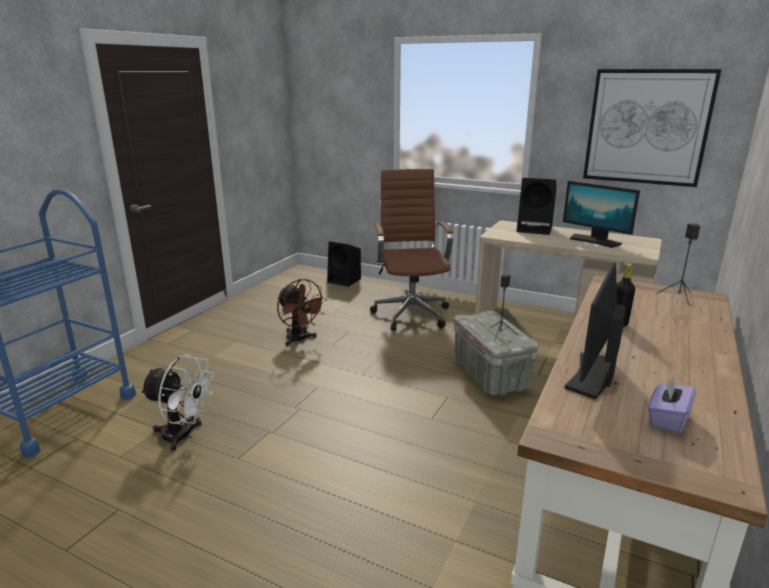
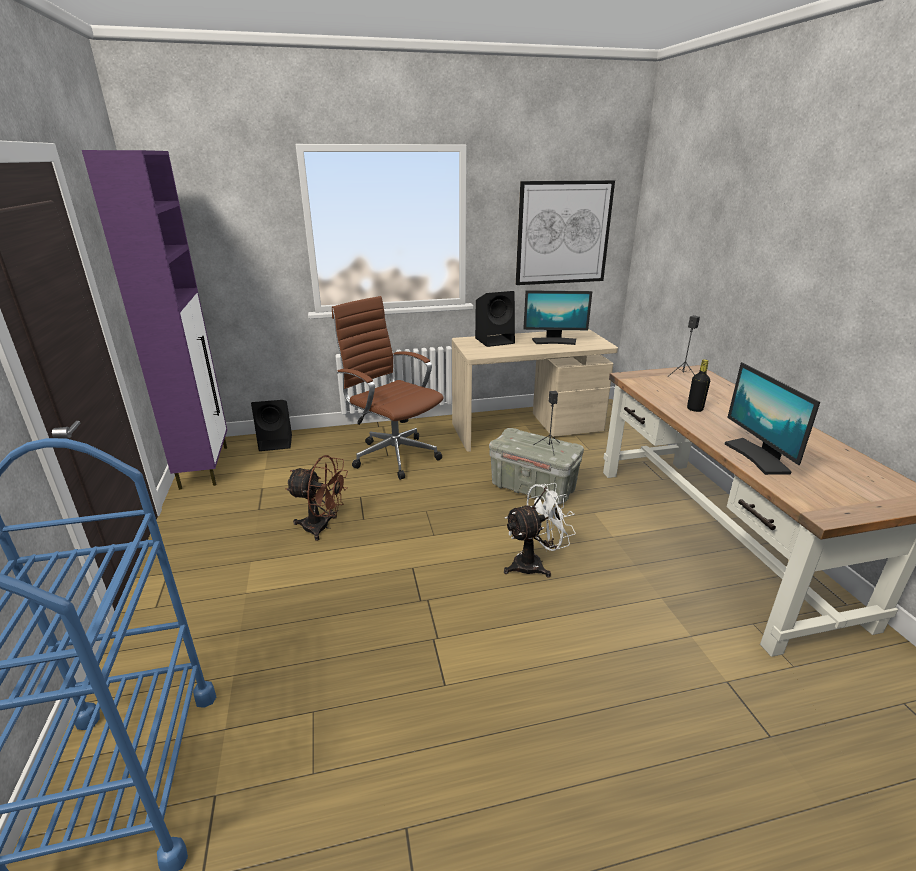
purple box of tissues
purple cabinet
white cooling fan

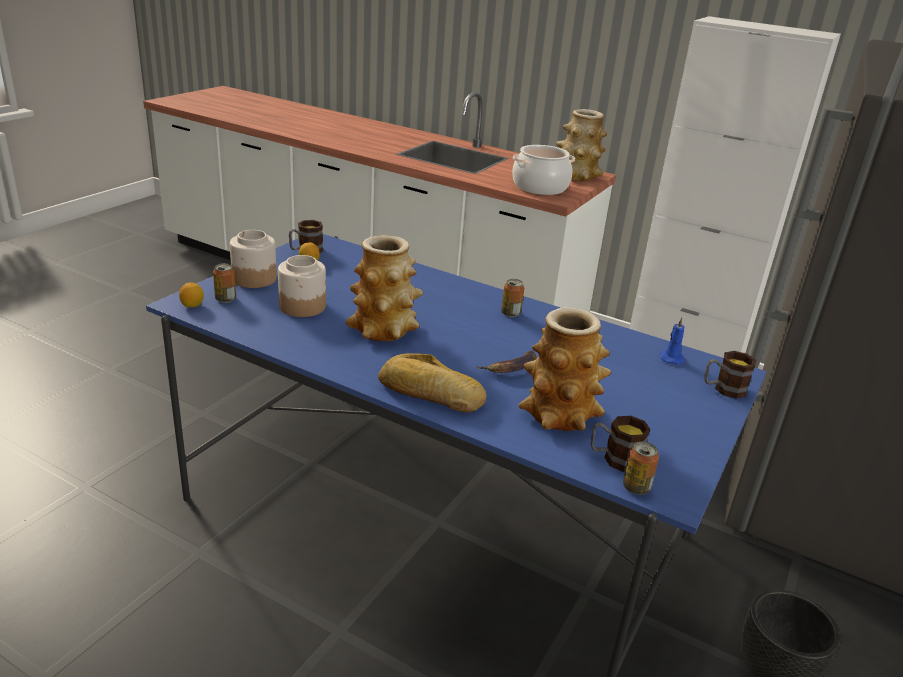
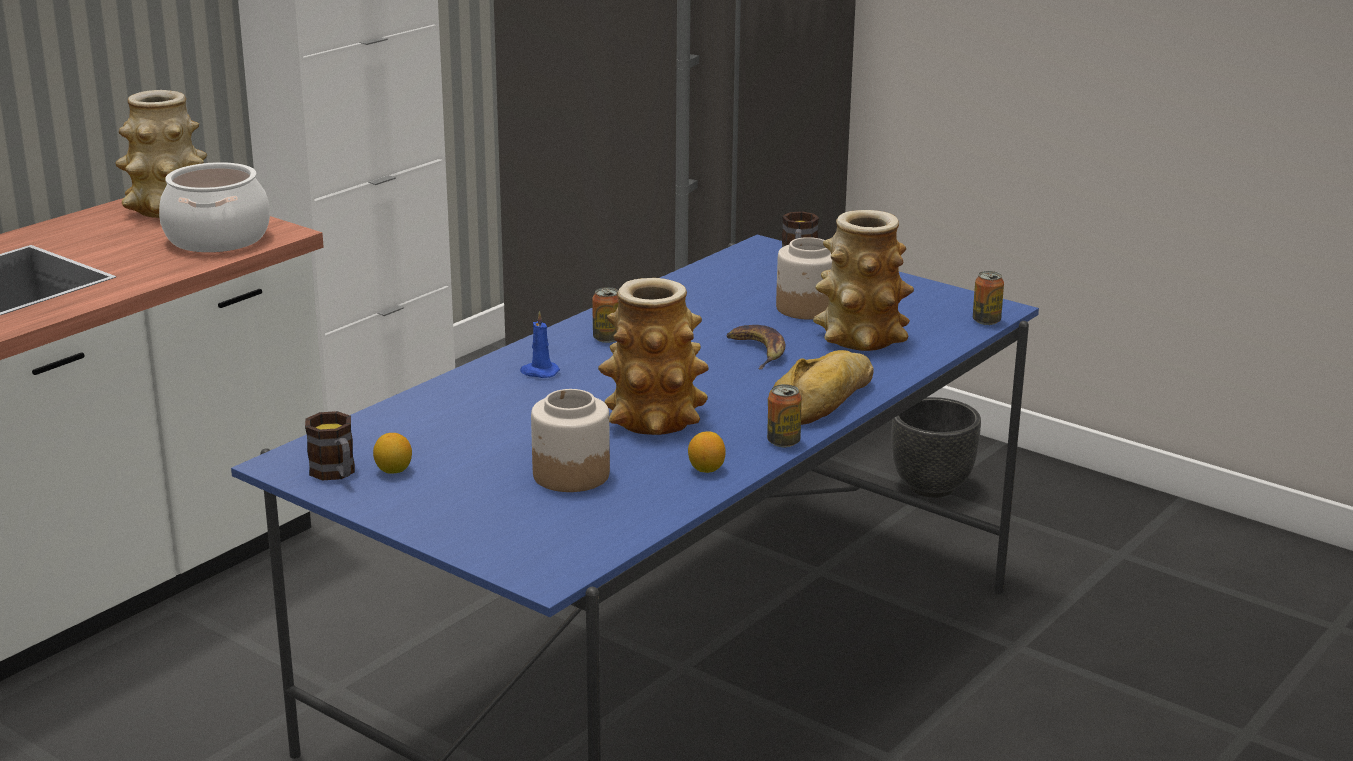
coffee mug (no. 2 from left in the first image)
citrus fruit (no. 2 from left)
metal can (no. 2 from left)
storage jar (no. 2 from left)
blue candle

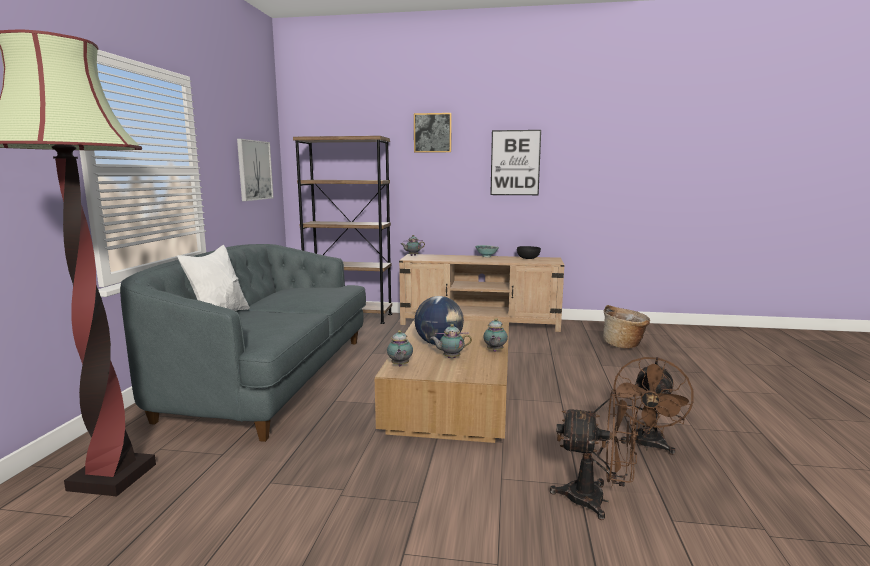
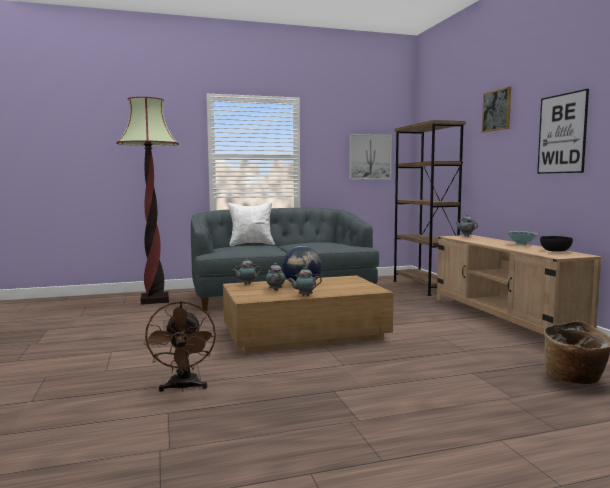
brownish cooling fan (no. 2 from left in the first image)

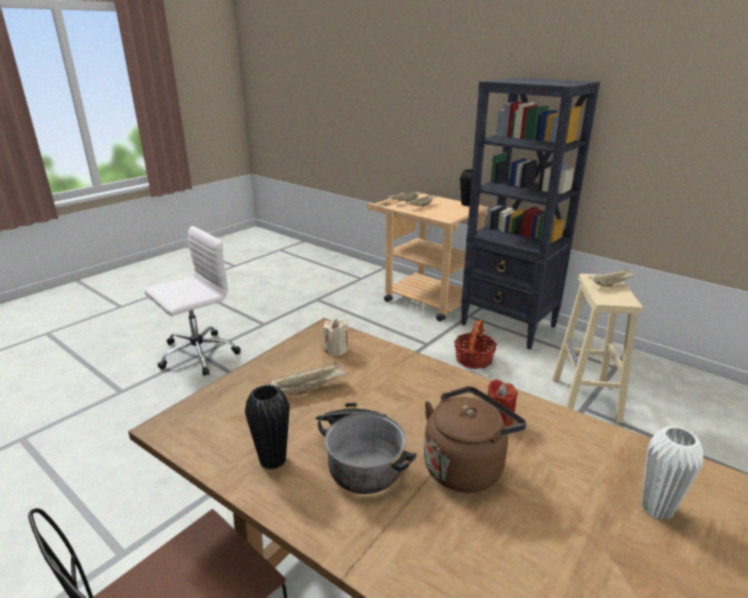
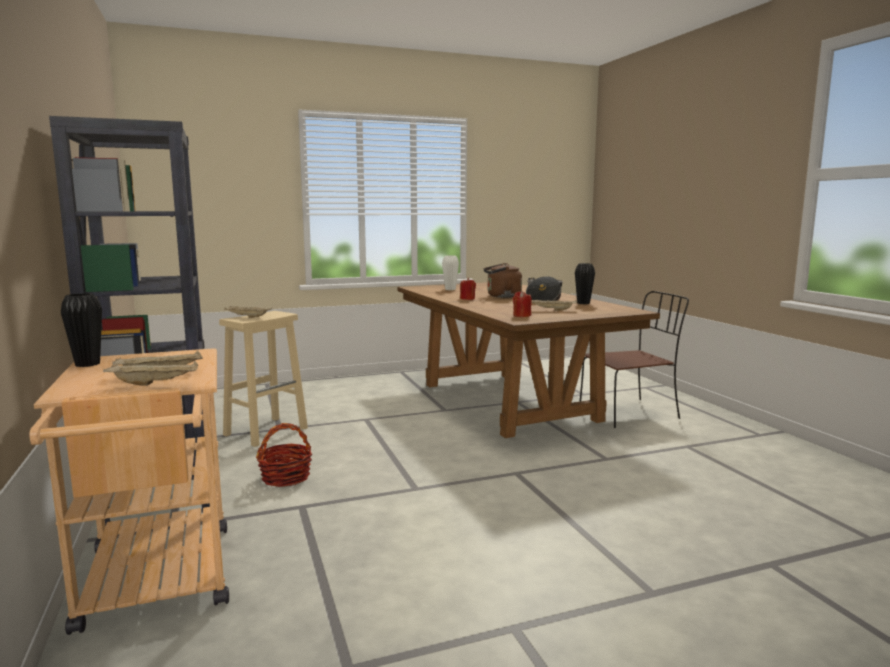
white office chair
red candle (no. 2 from left)

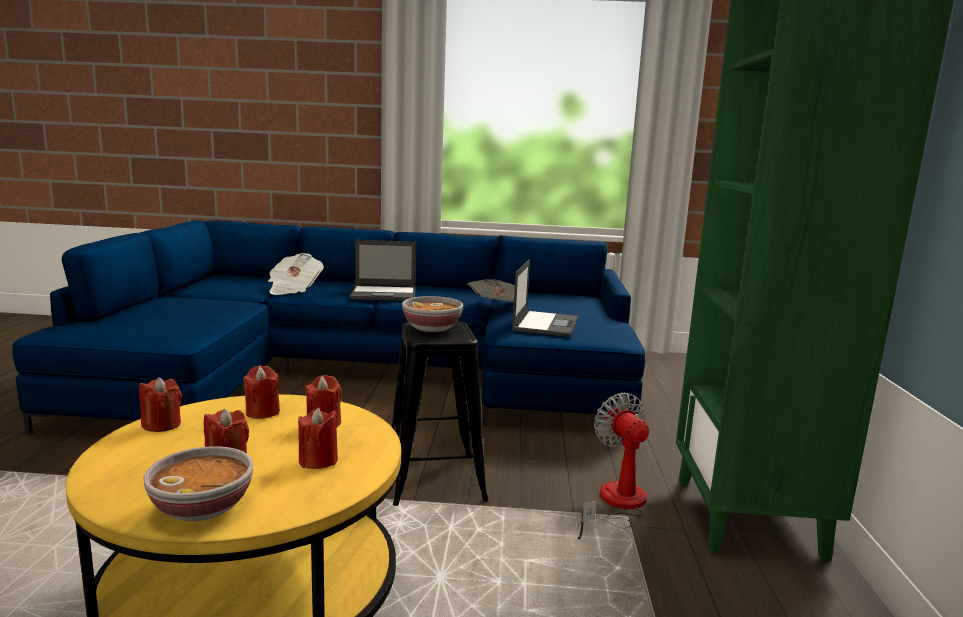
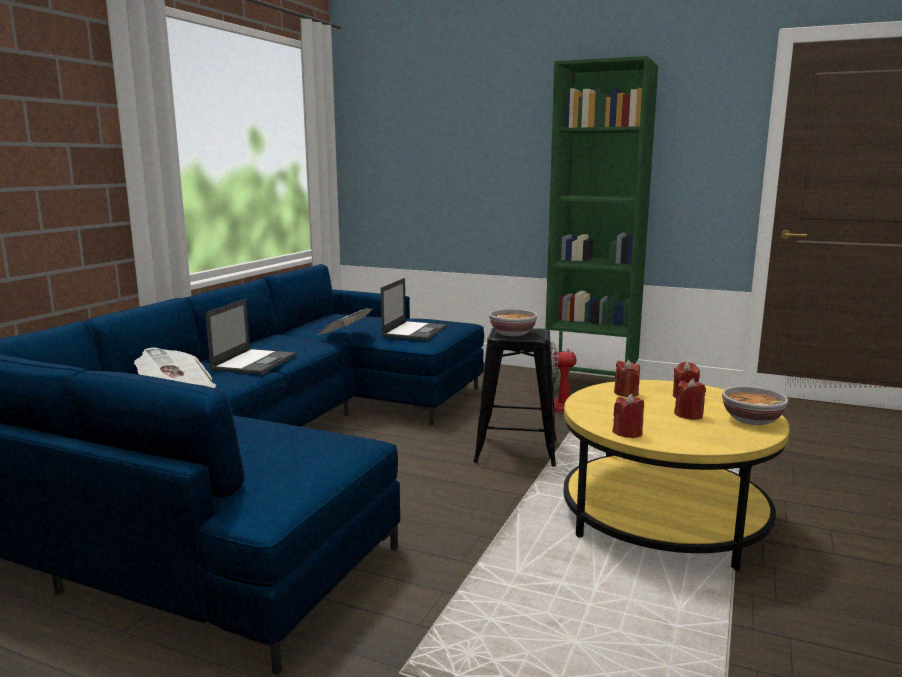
red candle (no. 3 from left in the first image)
notebook computer (no. 2 from left)

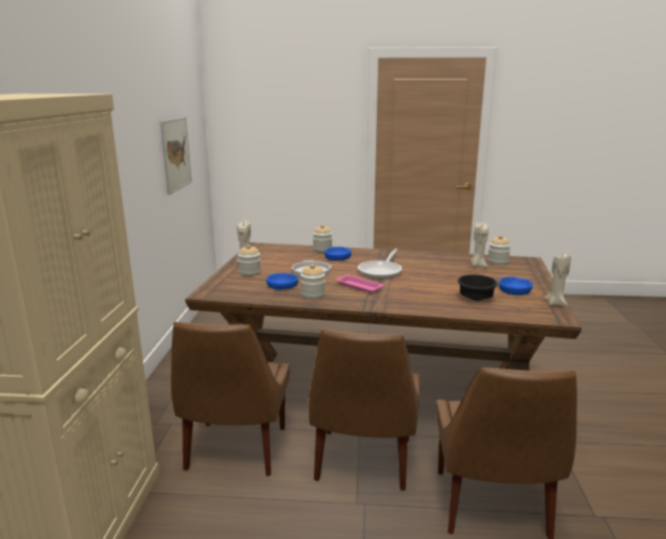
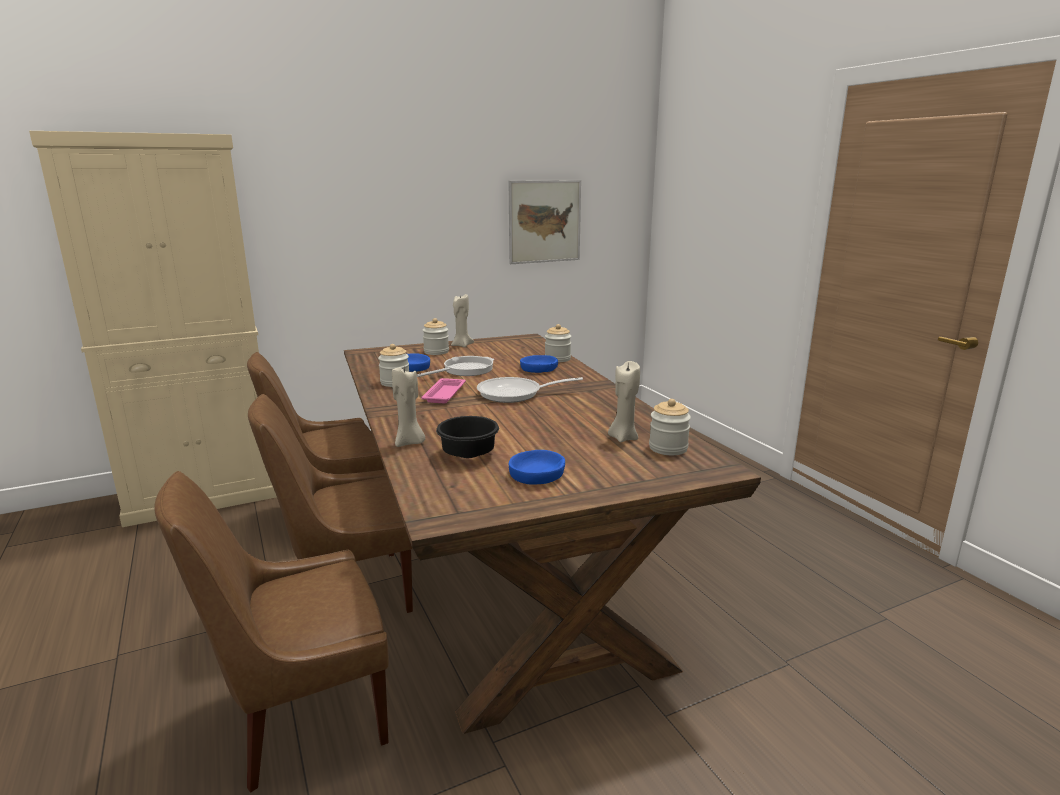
beige-coloured candle (no. 1 from left)

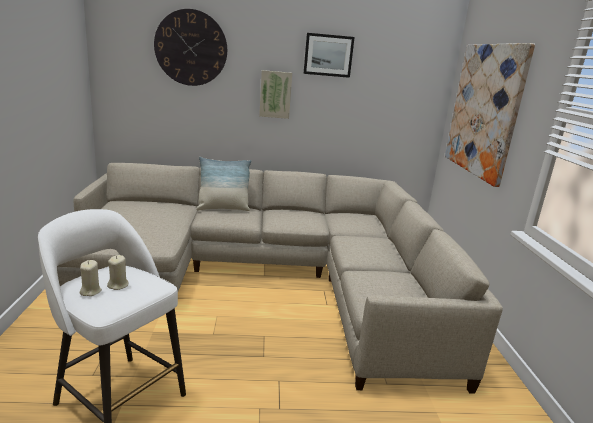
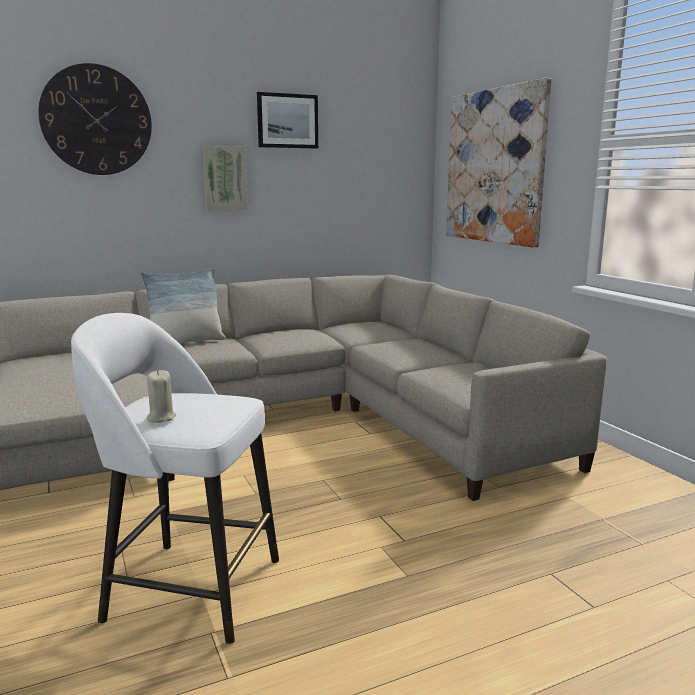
beige-coloured candle (no. 2 from left in the first image)

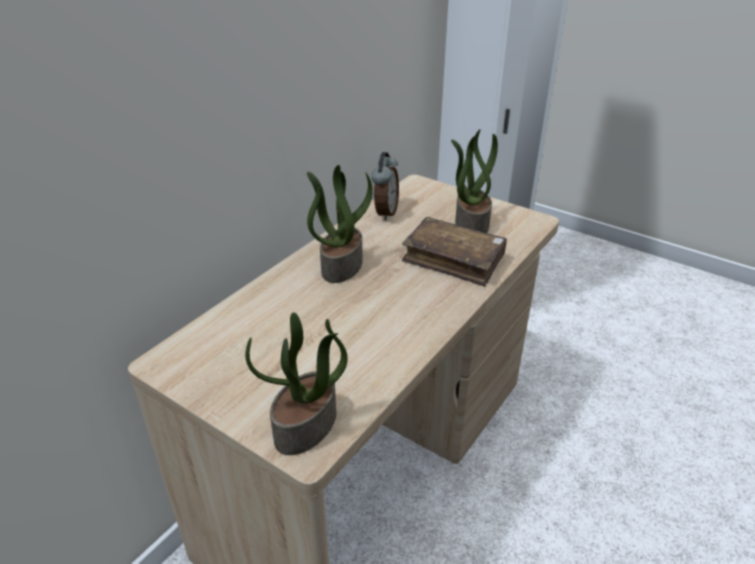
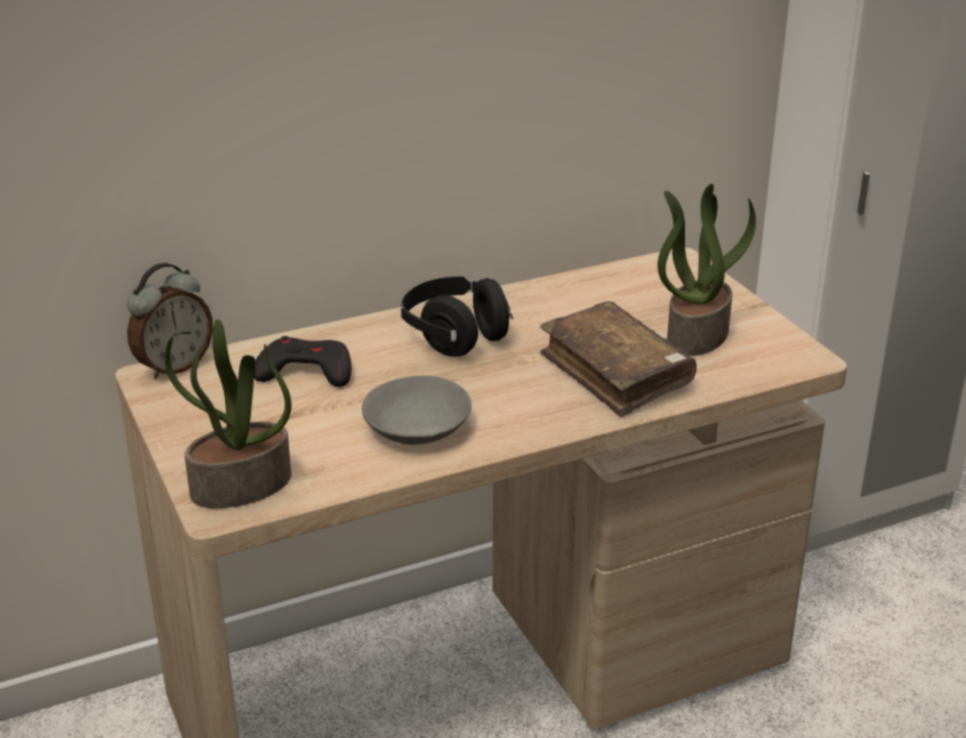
blackish gamepad
greyish bowl
table clock
blackish headset

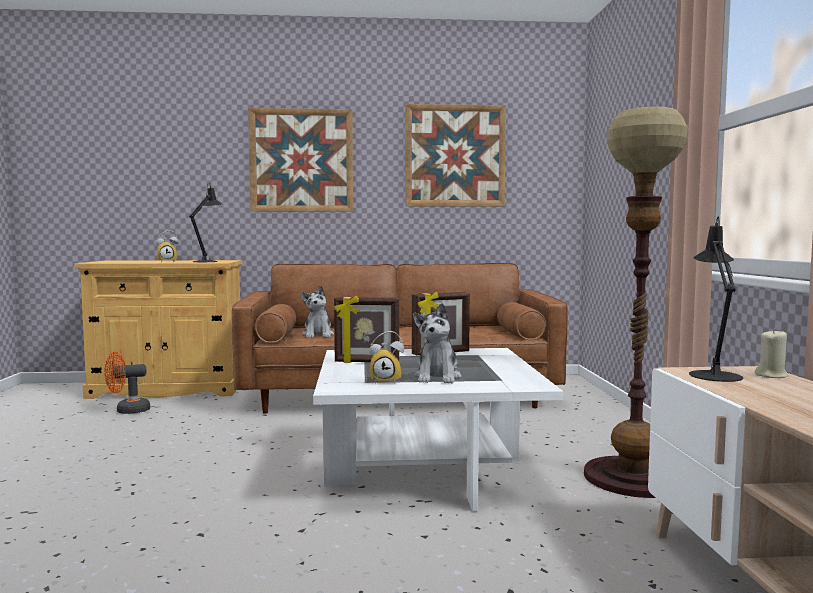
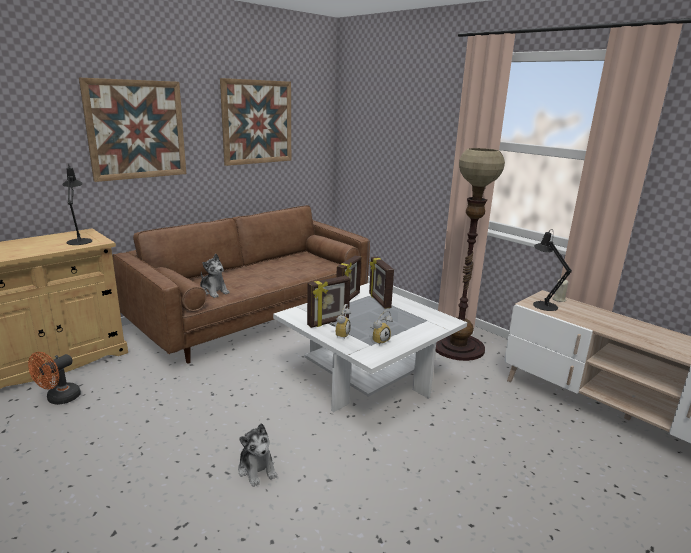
standing frame (no. 3 from left)
table clock (no. 1 from left)
plush toy (no. 2 from left)

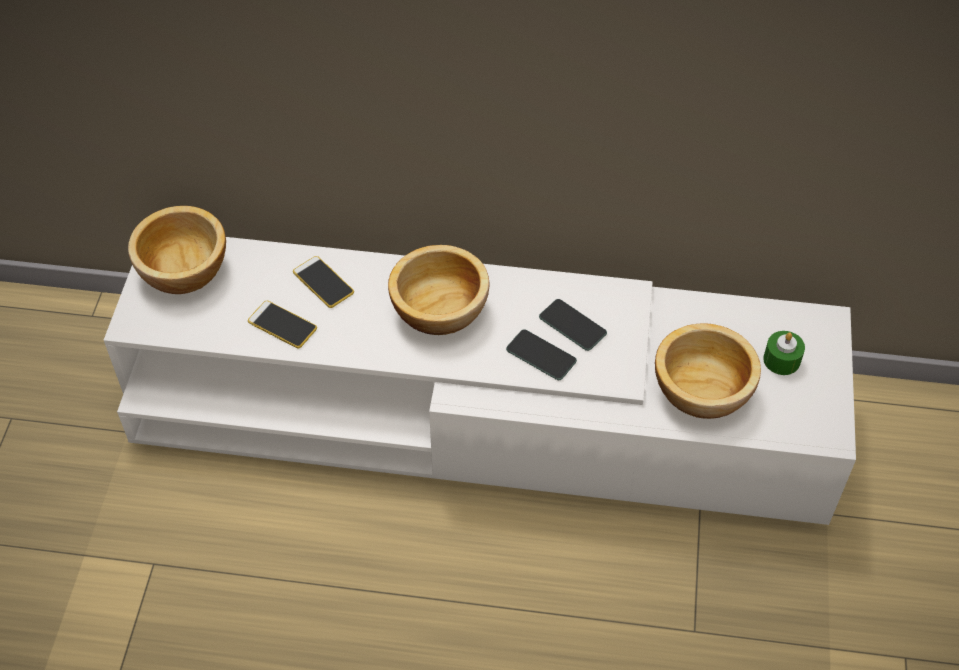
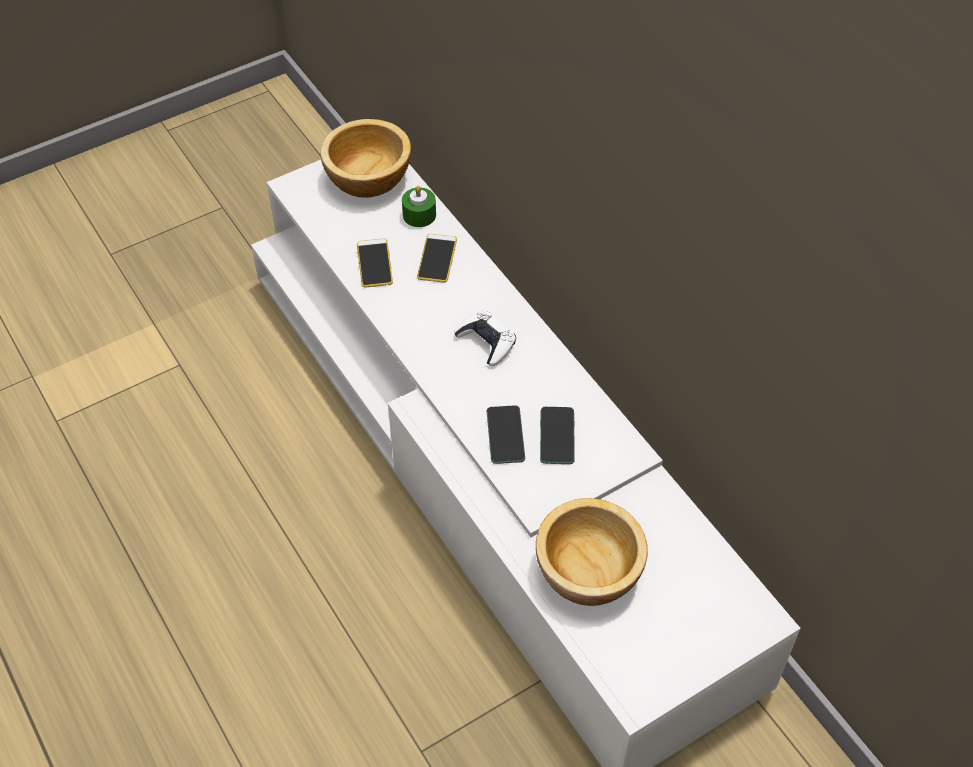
green-coloured candle
white gamepad

